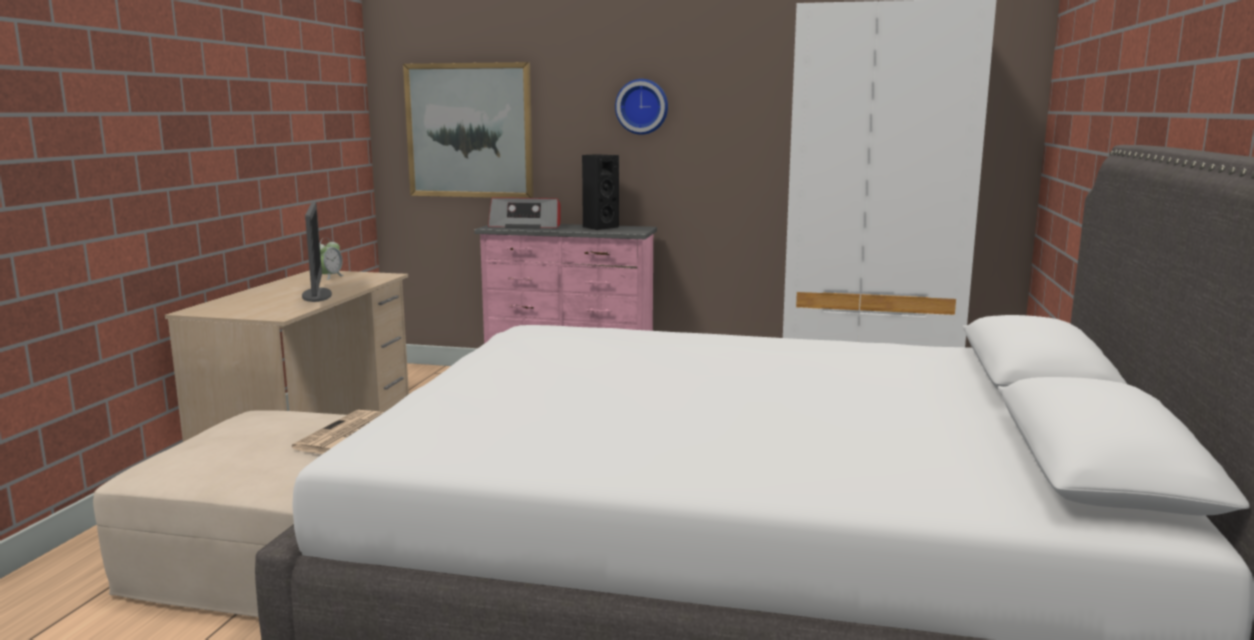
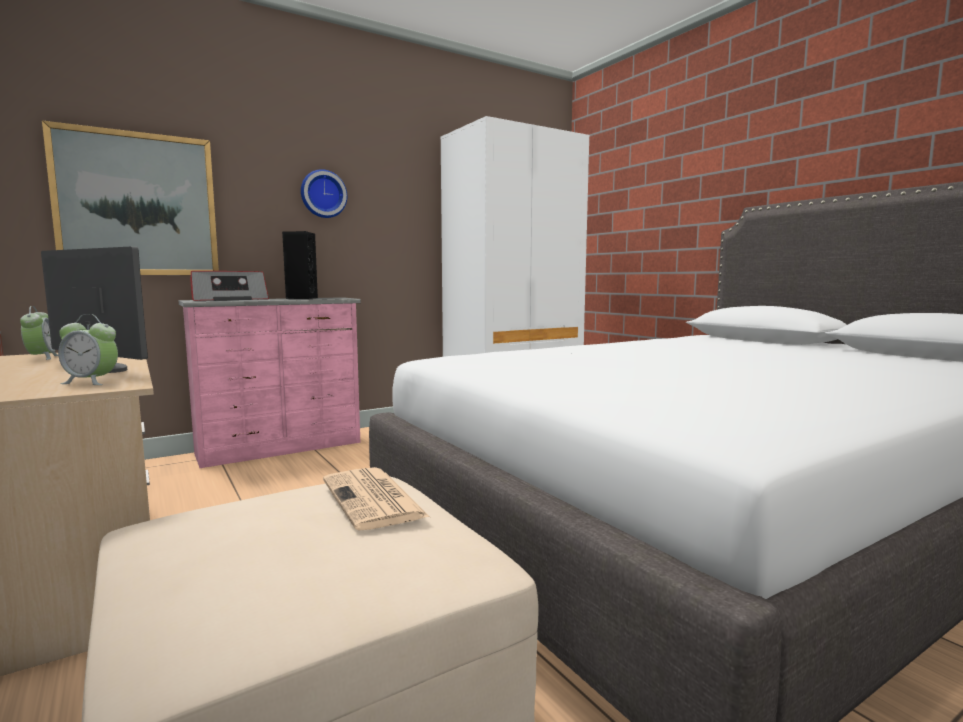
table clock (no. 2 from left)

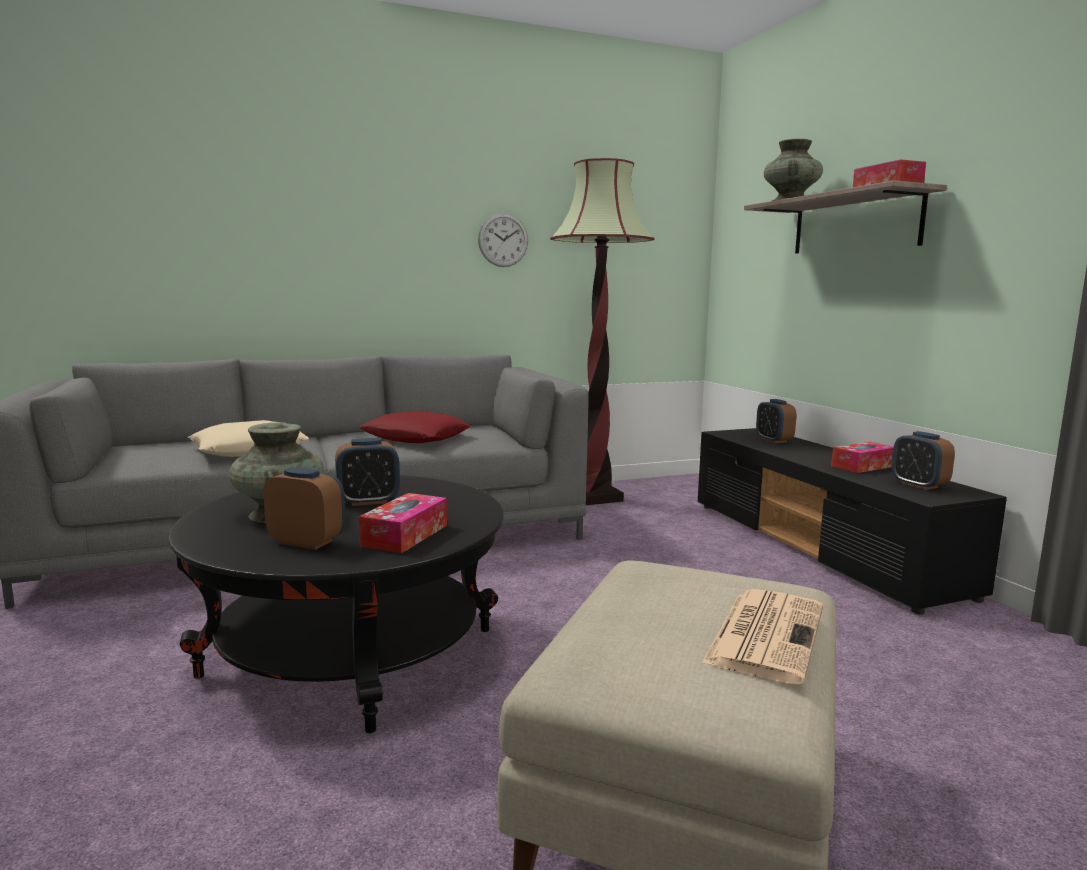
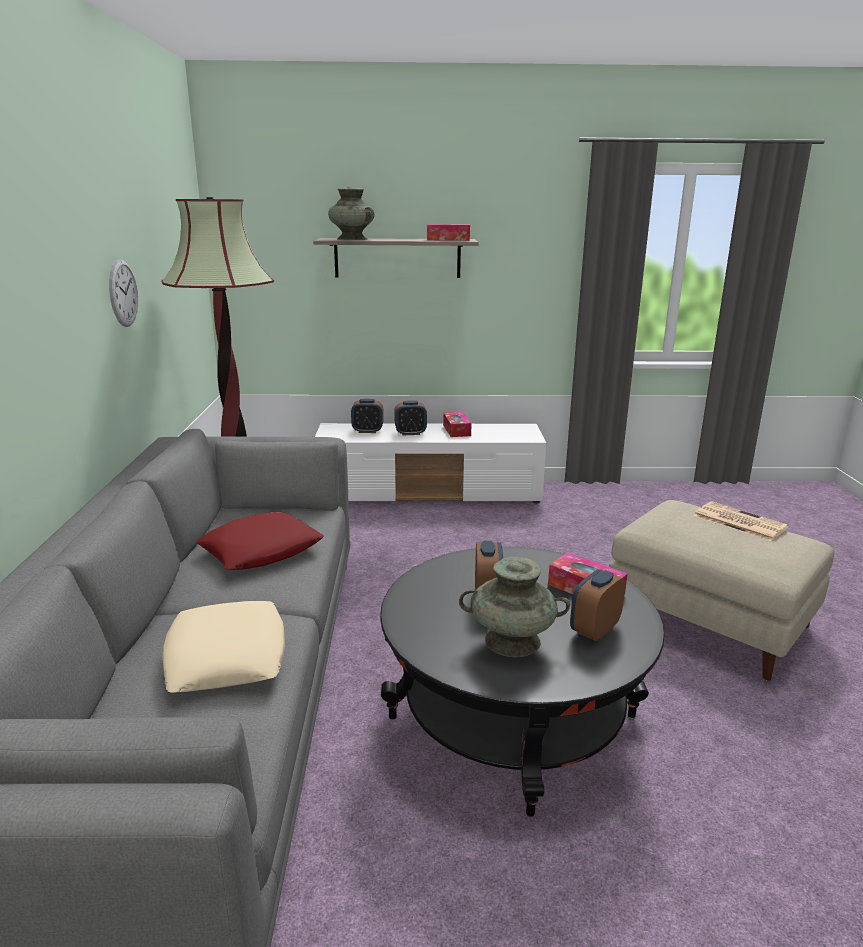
table clock (no. 2 from left)
white media console

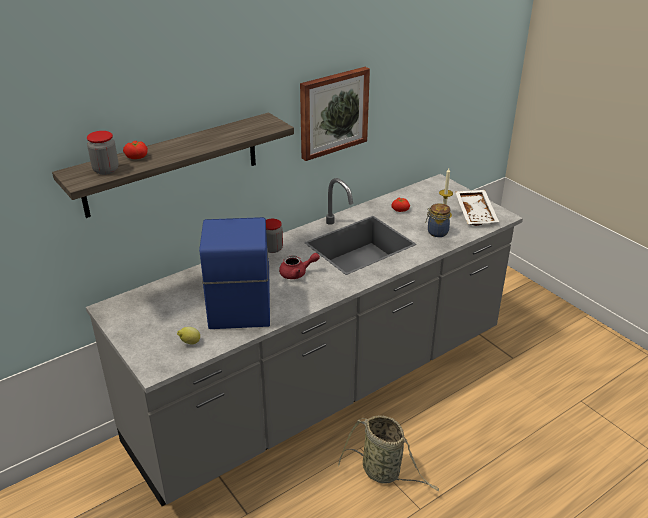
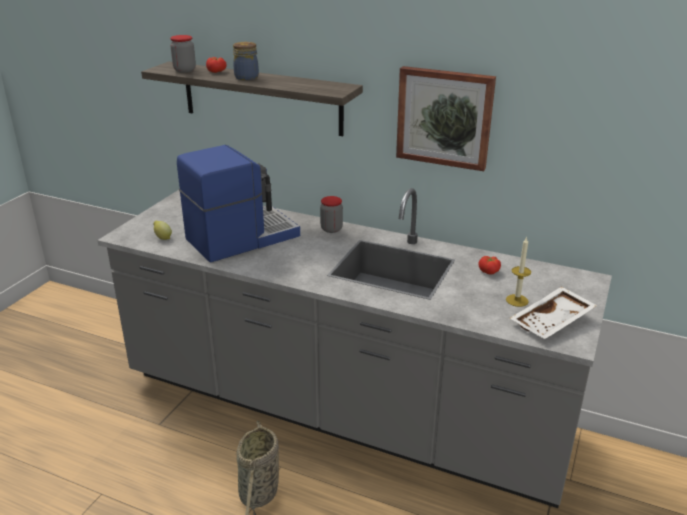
red tea pot
storage jar (no. 2 from left)

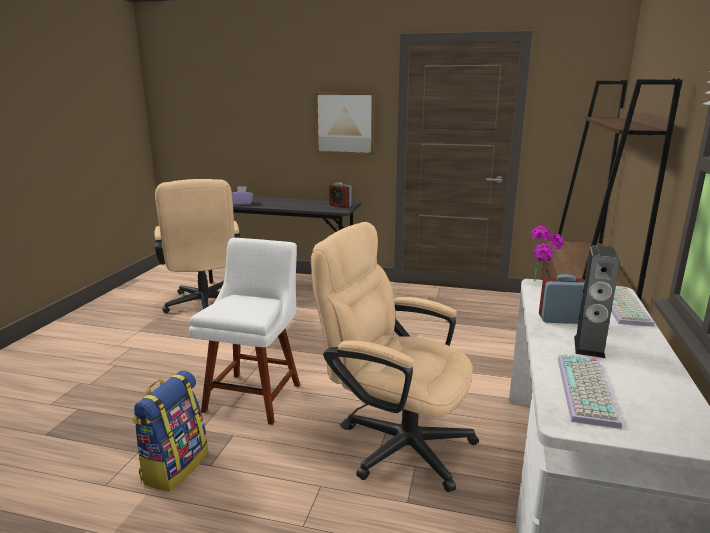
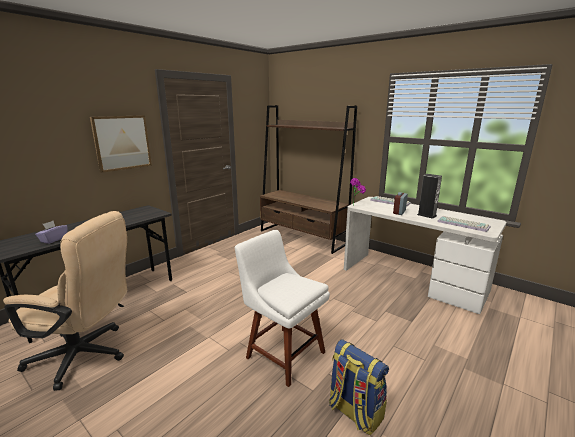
beige-coloured office chair (no. 2 from left in the first image)
table clock (no. 1 from left in the first image)

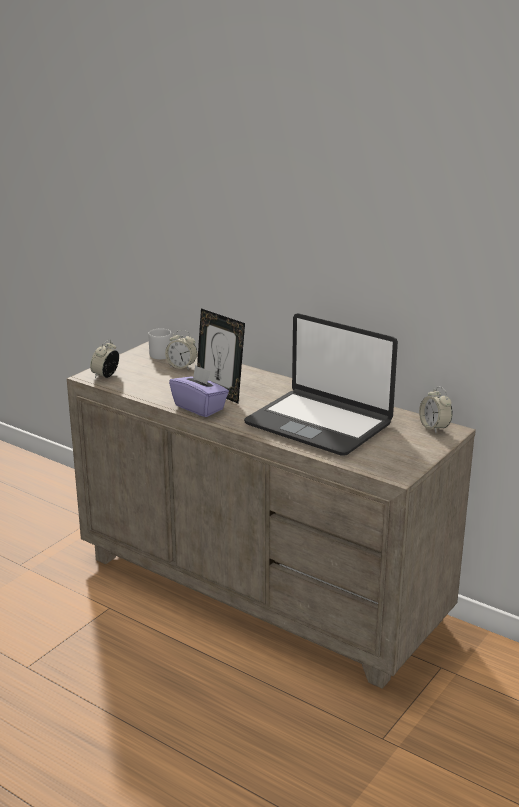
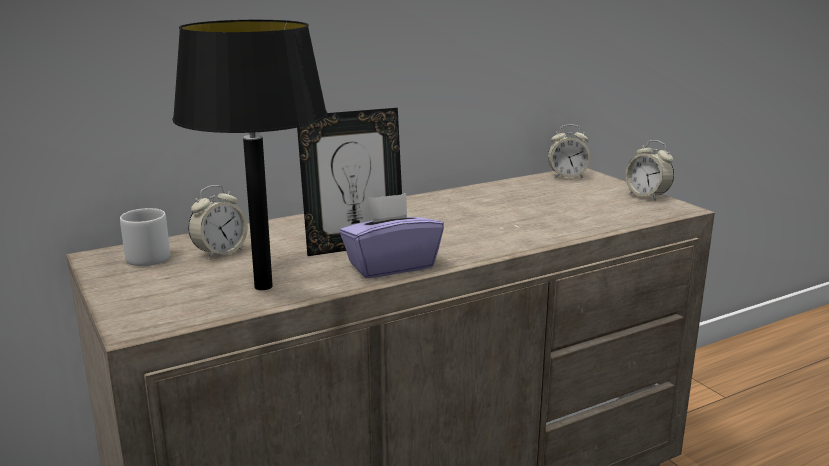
notebook computer
blackish lamp for a table
table clock (no. 3 from left)

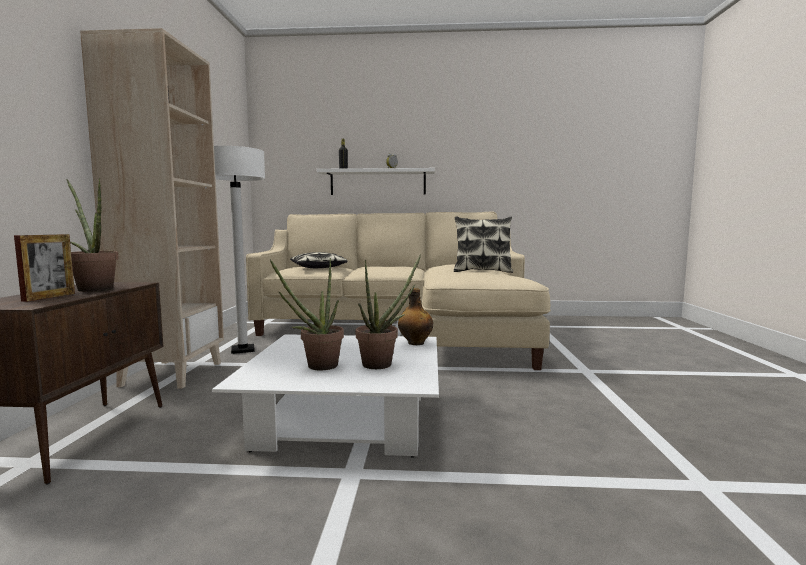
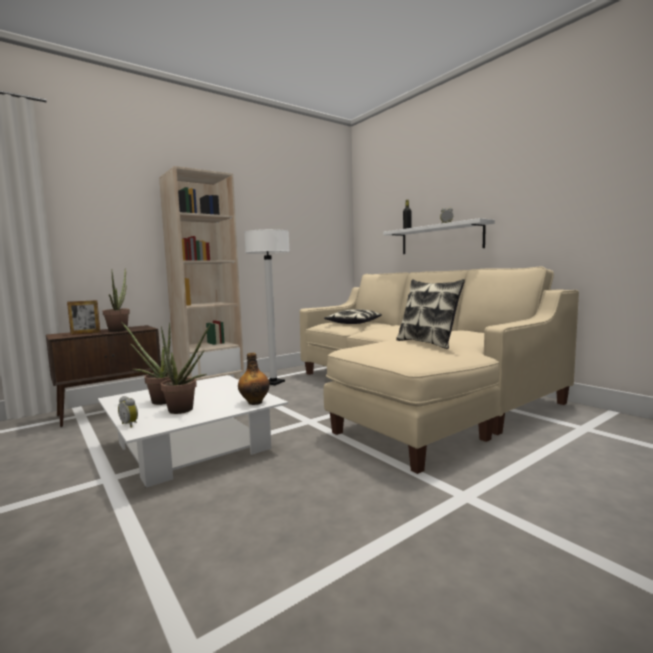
table clock (no. 1 from left)

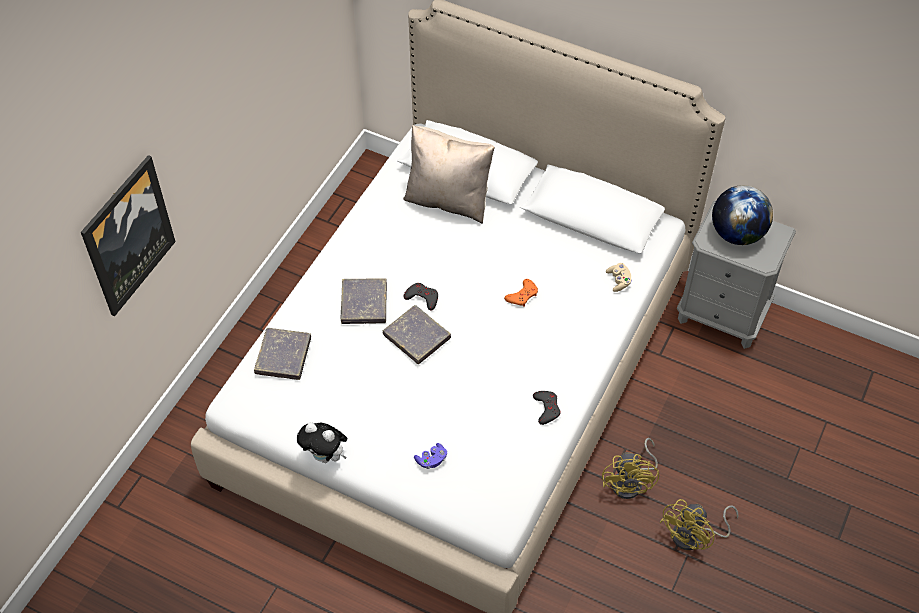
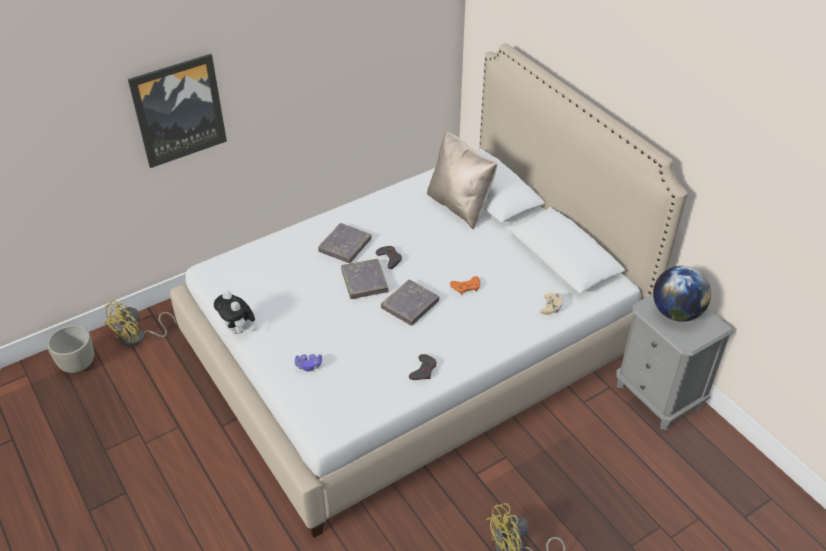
greyish plant pot
greyish book (no. 3 from left)
yellow cooling fan (no. 1 from left)

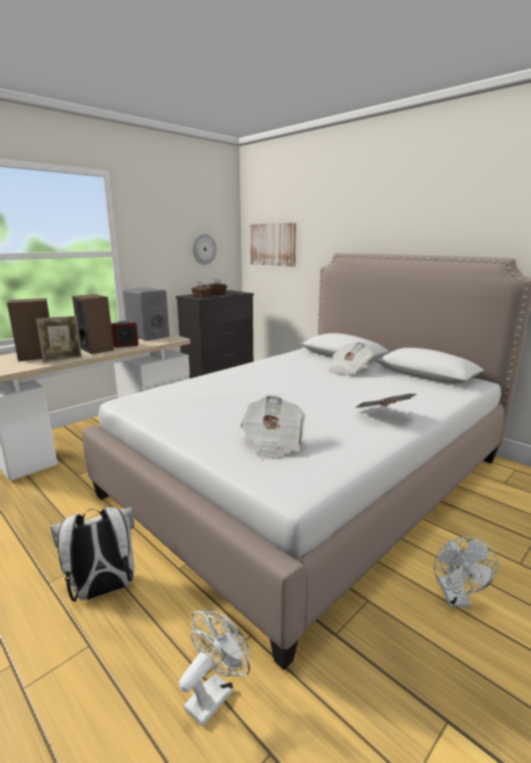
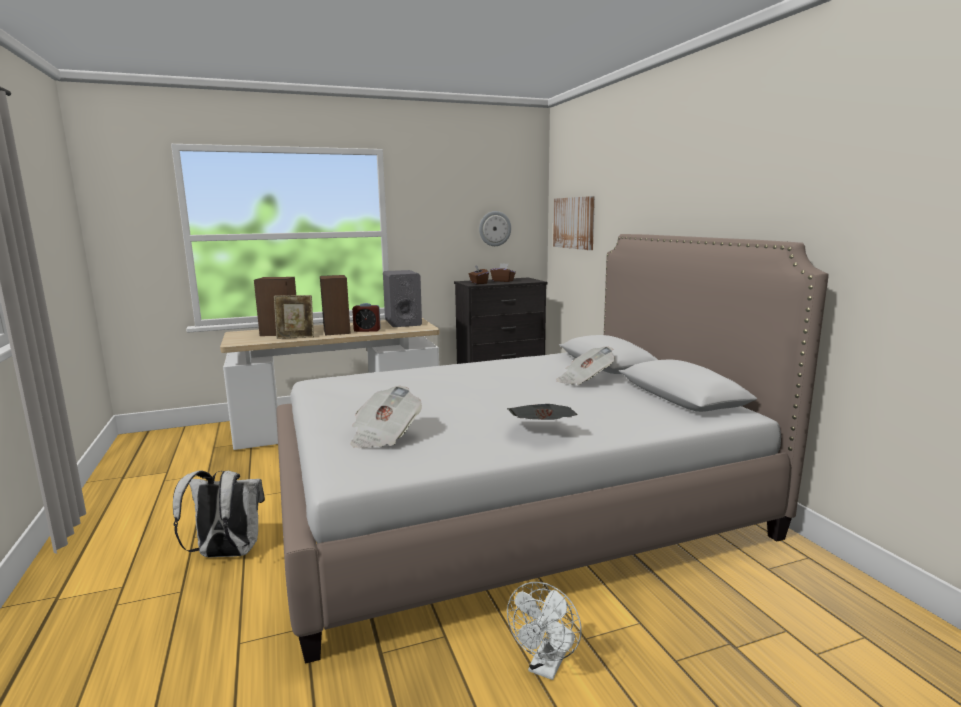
white cooling fan (no. 1 from left in the first image)

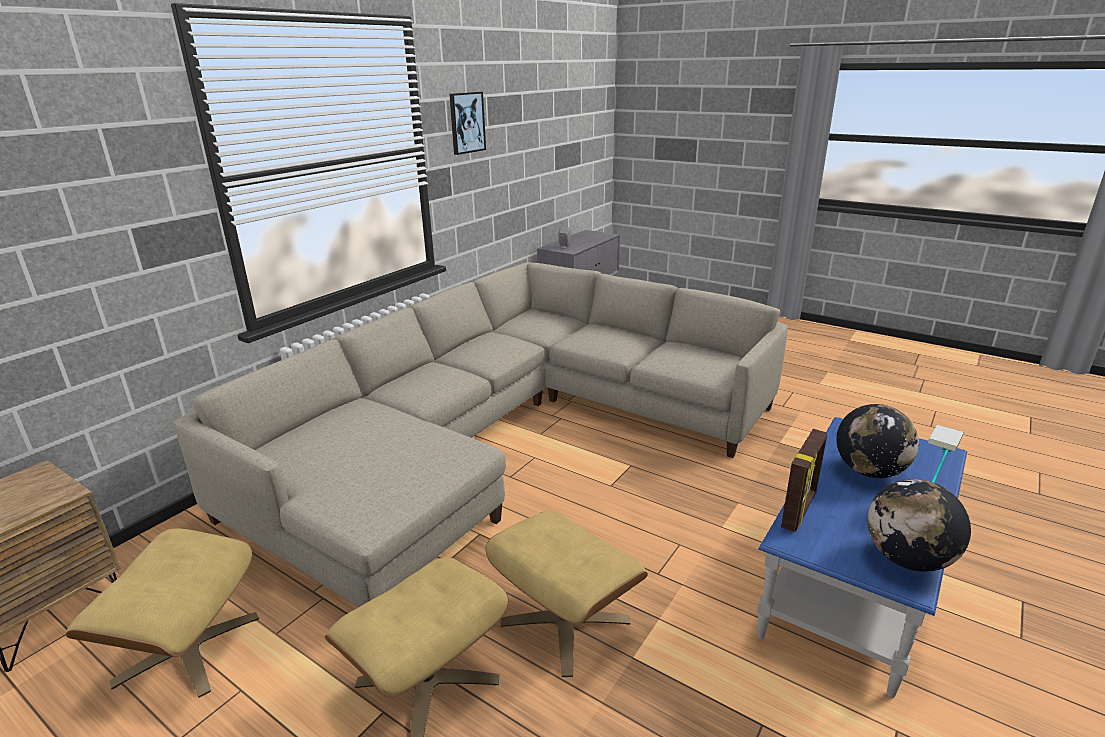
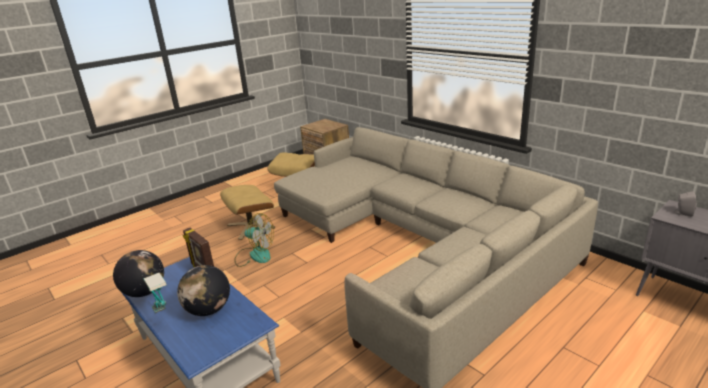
wall art
cooling fan

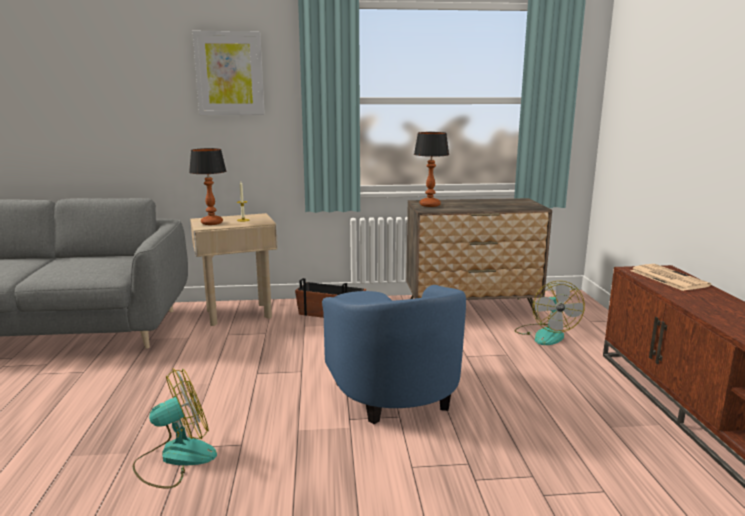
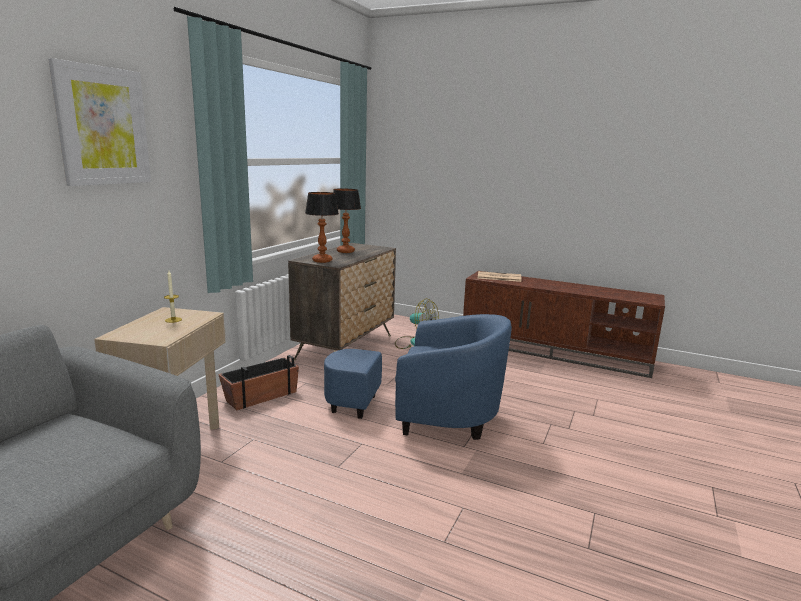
cooling fan (no. 1 from left in the first image)
lamp for a table (no. 2 from left)

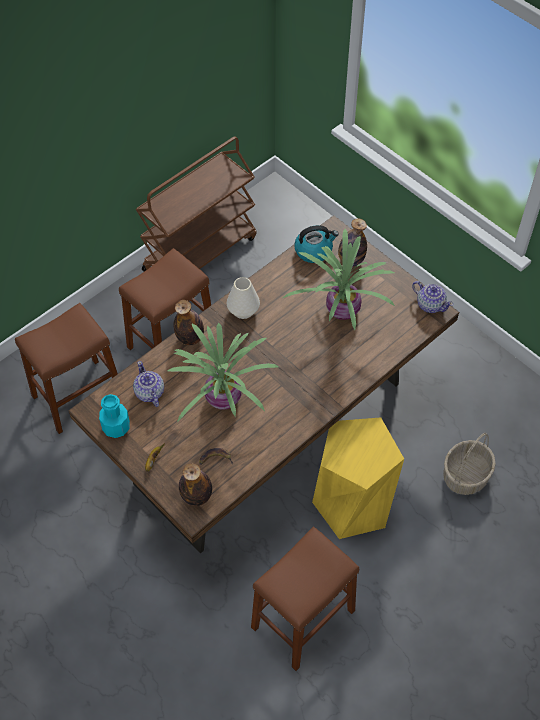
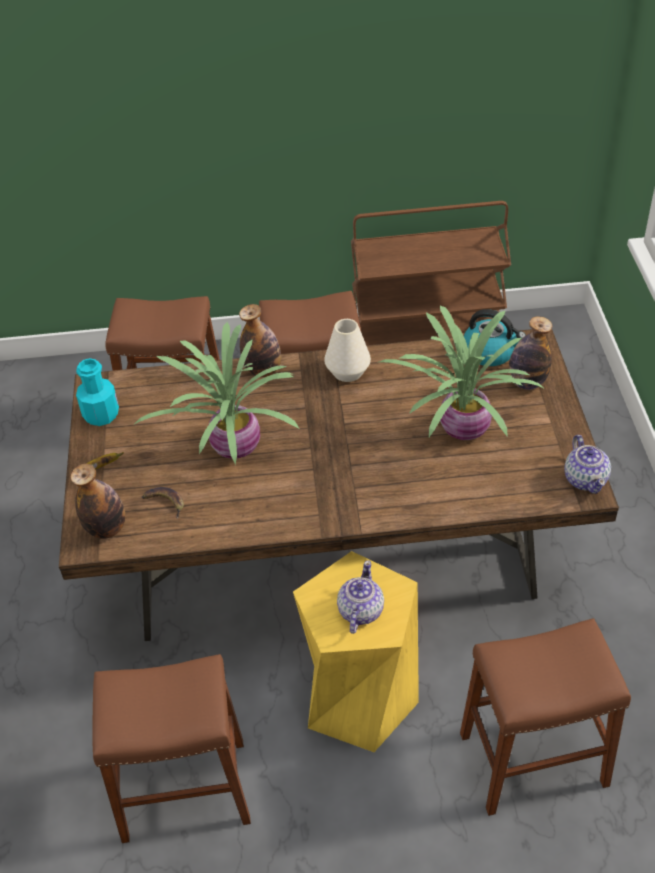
tea pot (no. 1 from left)
brownish stool (no. 4 from left)

